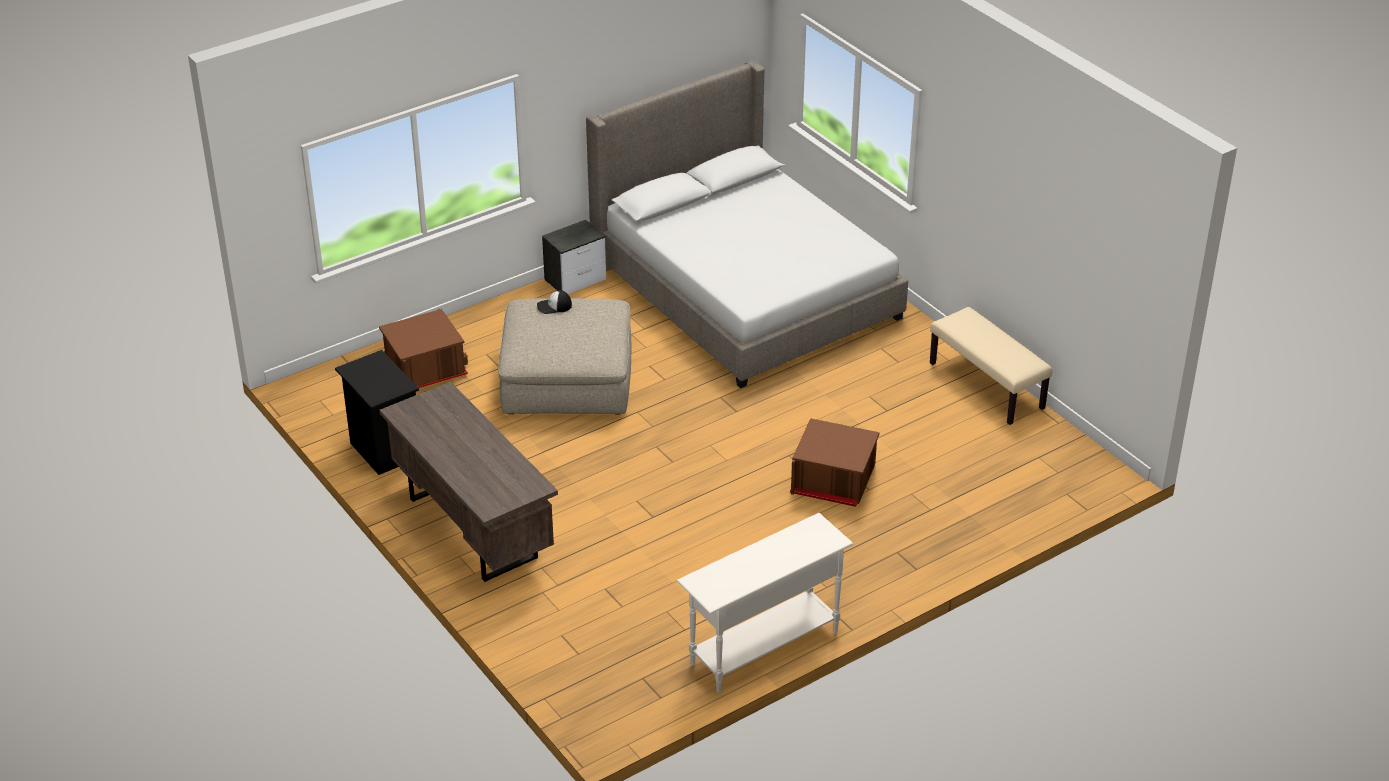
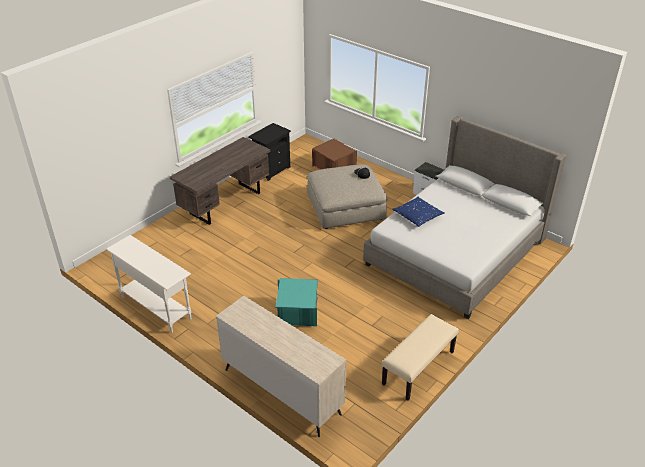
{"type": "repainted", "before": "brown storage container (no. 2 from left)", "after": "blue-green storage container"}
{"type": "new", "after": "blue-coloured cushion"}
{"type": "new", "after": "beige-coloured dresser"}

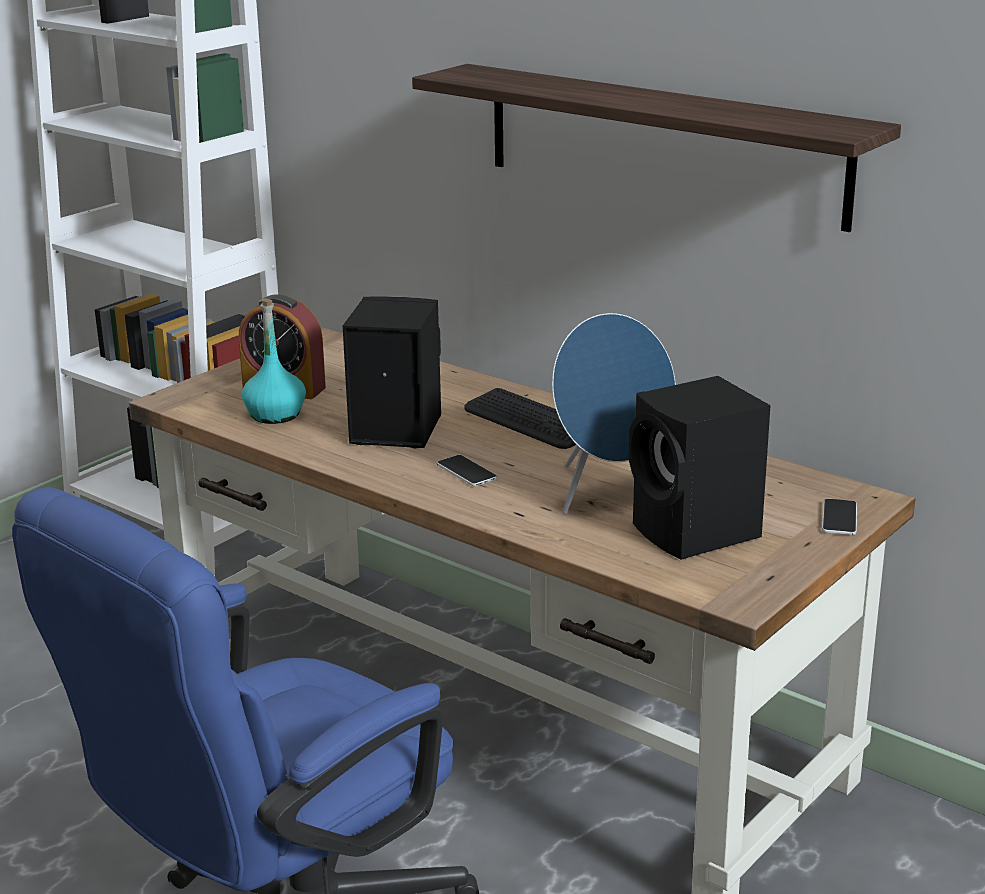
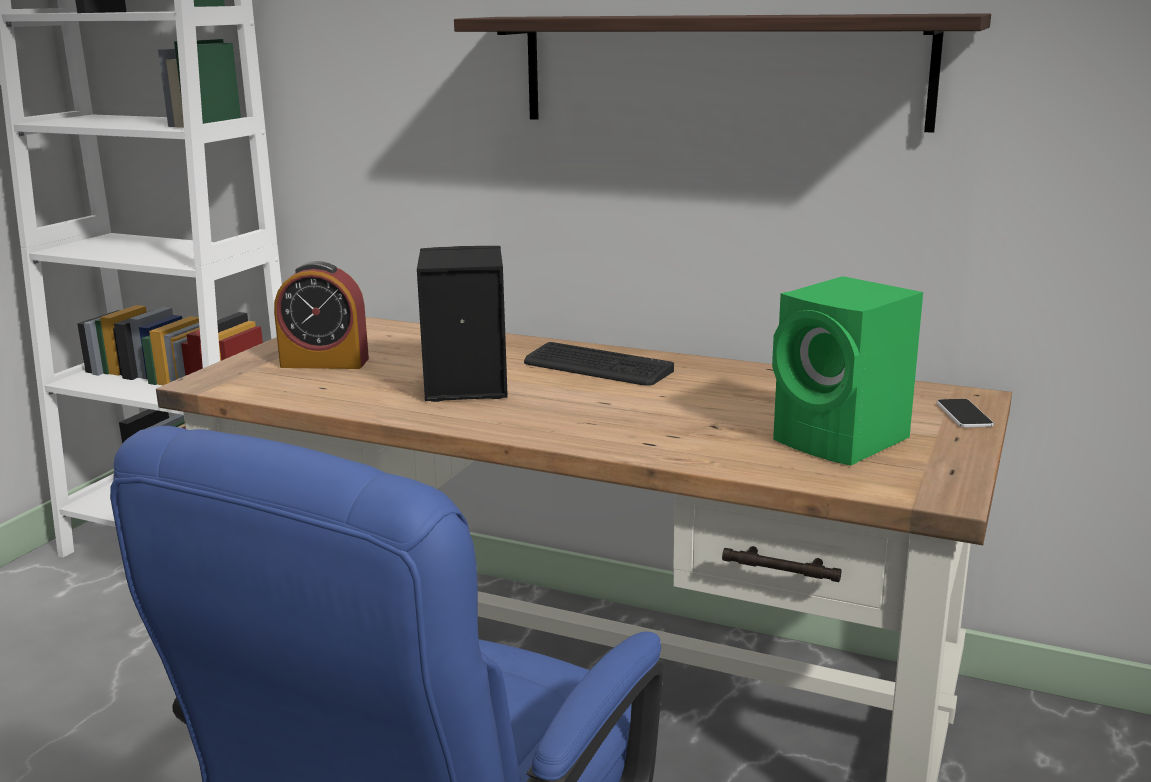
{"type": "gone", "before": "blue-green drink bottle"}
{"type": "gone", "before": "blue-coloured speaker"}
{"type": "repainted", "before": "black speaker (no. 2 from left)", "after": "green speaker"}
{"type": "gone", "before": "phone (no. 1 from left)"}

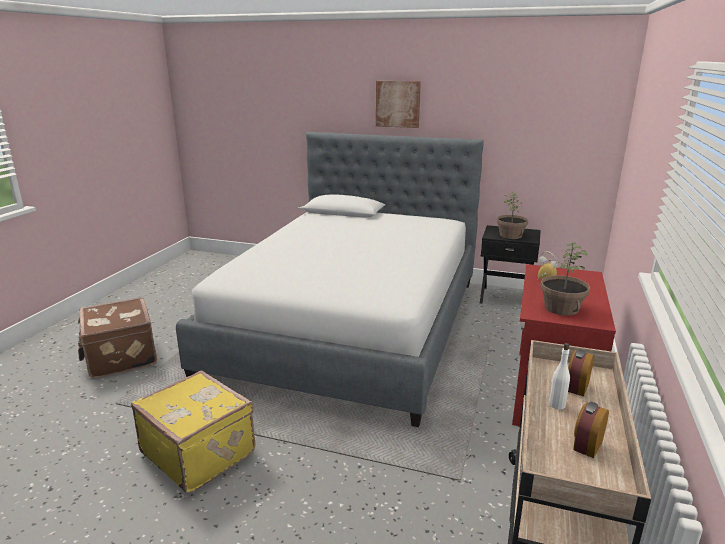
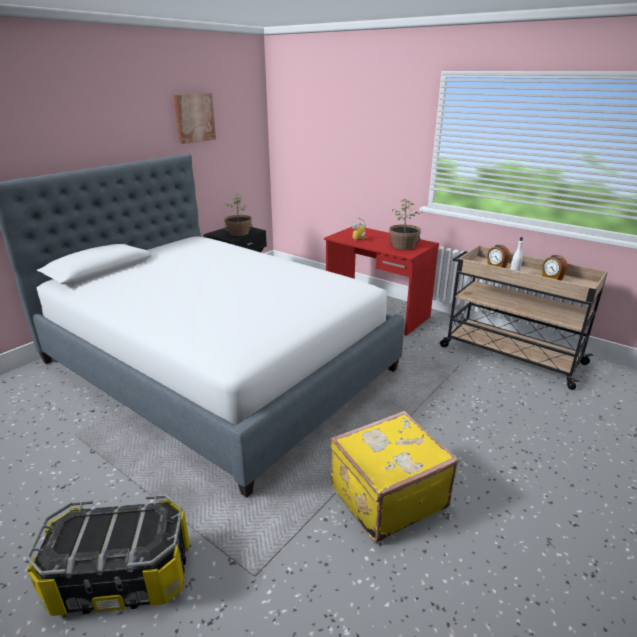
{"type": "shifted", "before": "wall picture"}
{"type": "swapped", "before": "brown travel case", "after": "storage container"}

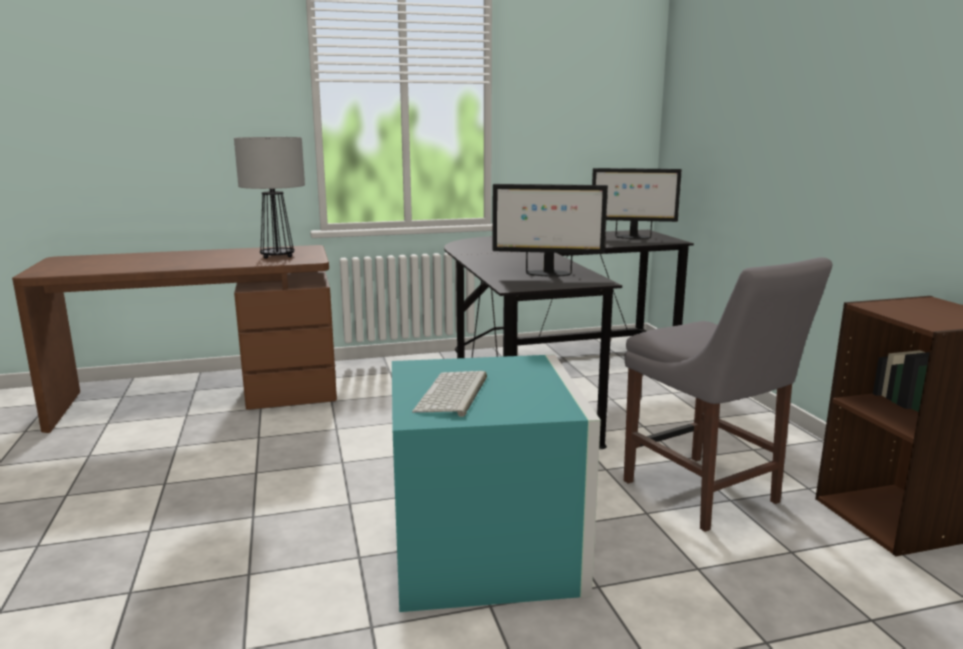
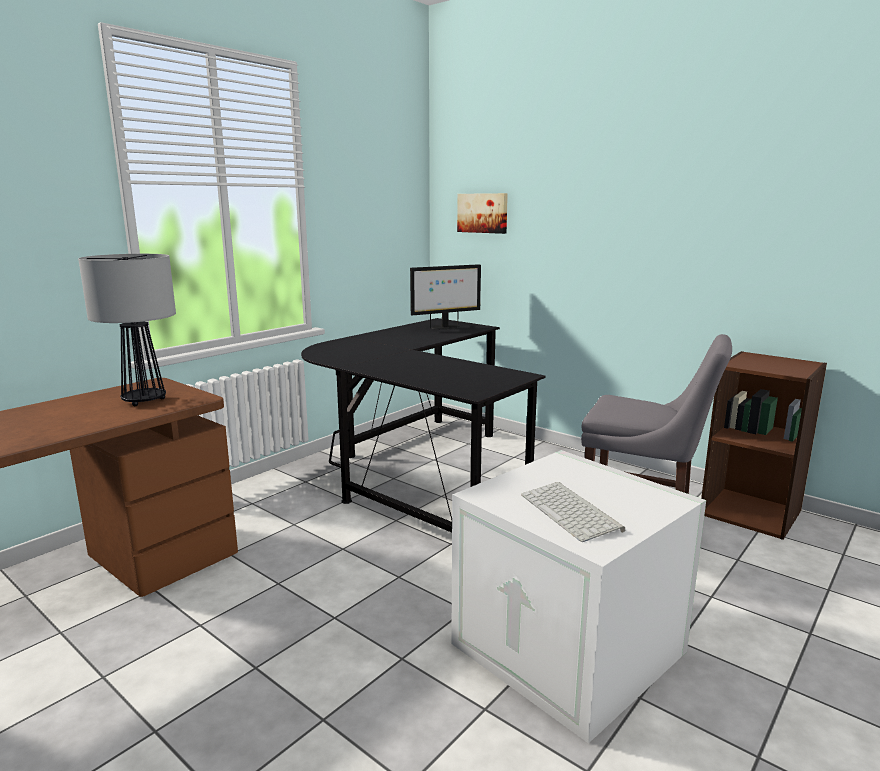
{"type": "gone", "before": "computer display (no. 1 from left)"}
{"type": "repainted", "before": "blue-green storage container", "after": "whitish storage container"}
{"type": "new", "after": "wall picture"}

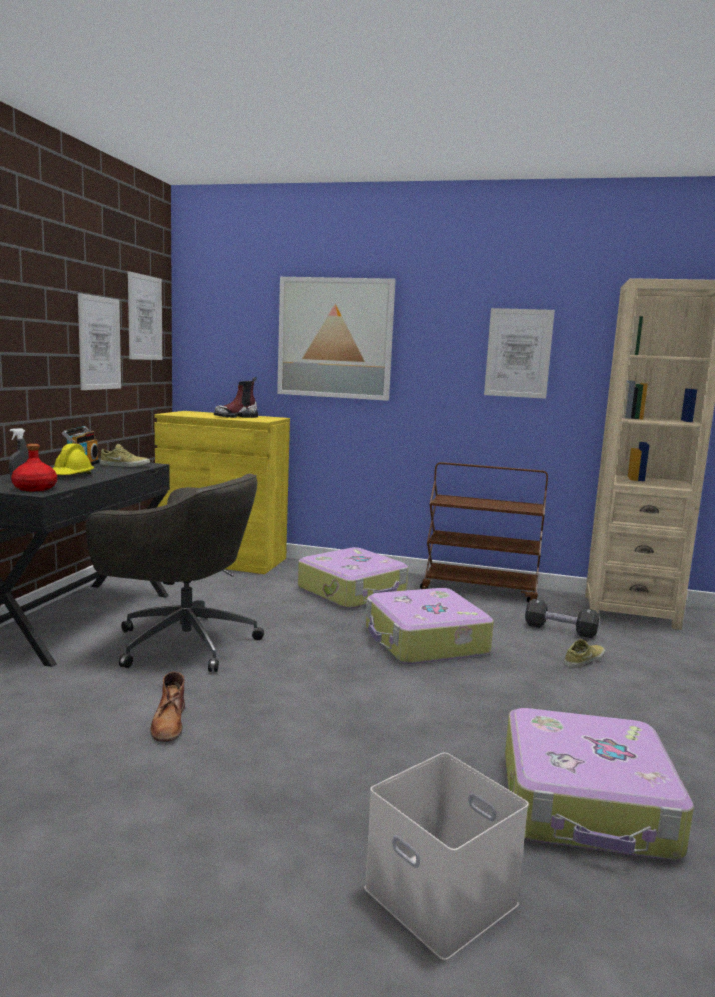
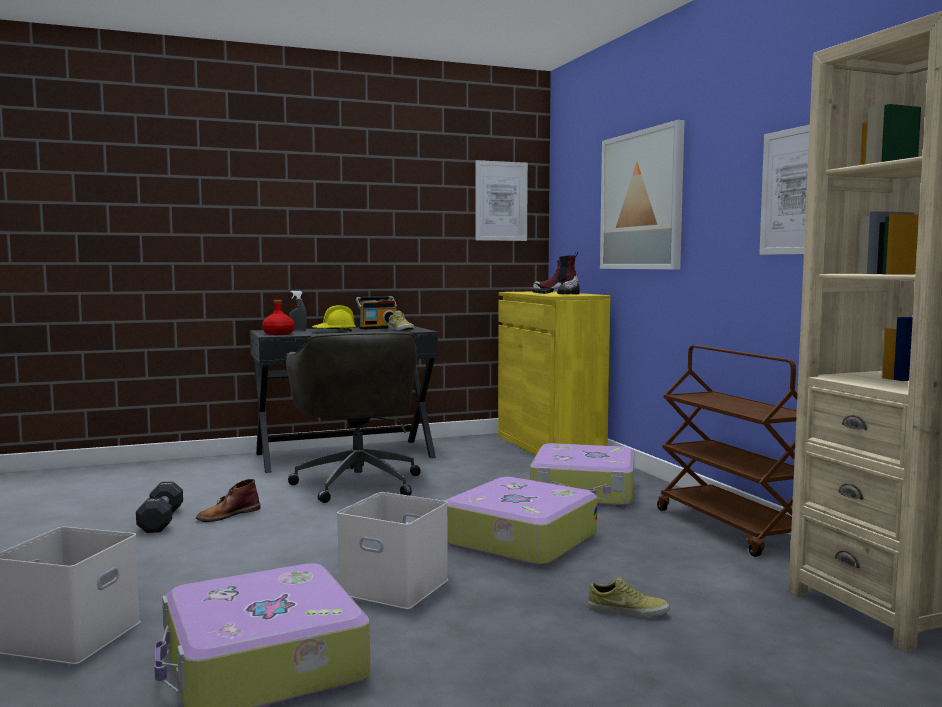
{"type": "gone", "before": "wall picture (no. 1 from left)"}
{"type": "shifted", "before": "black hand weight"}
{"type": "new", "after": "whitish storage container (no. 2 from left)"}

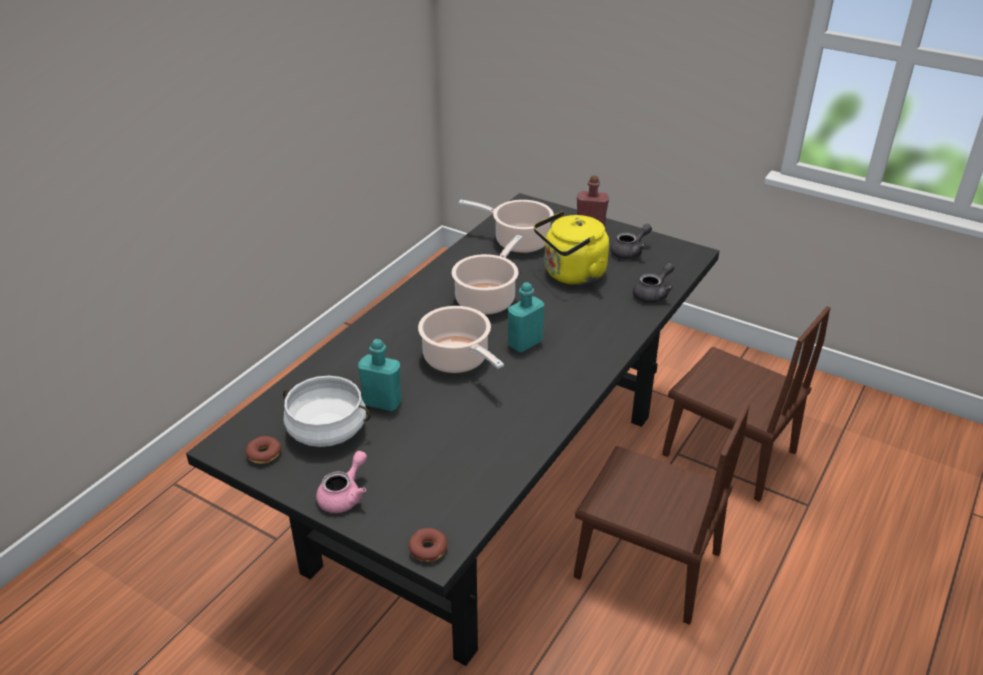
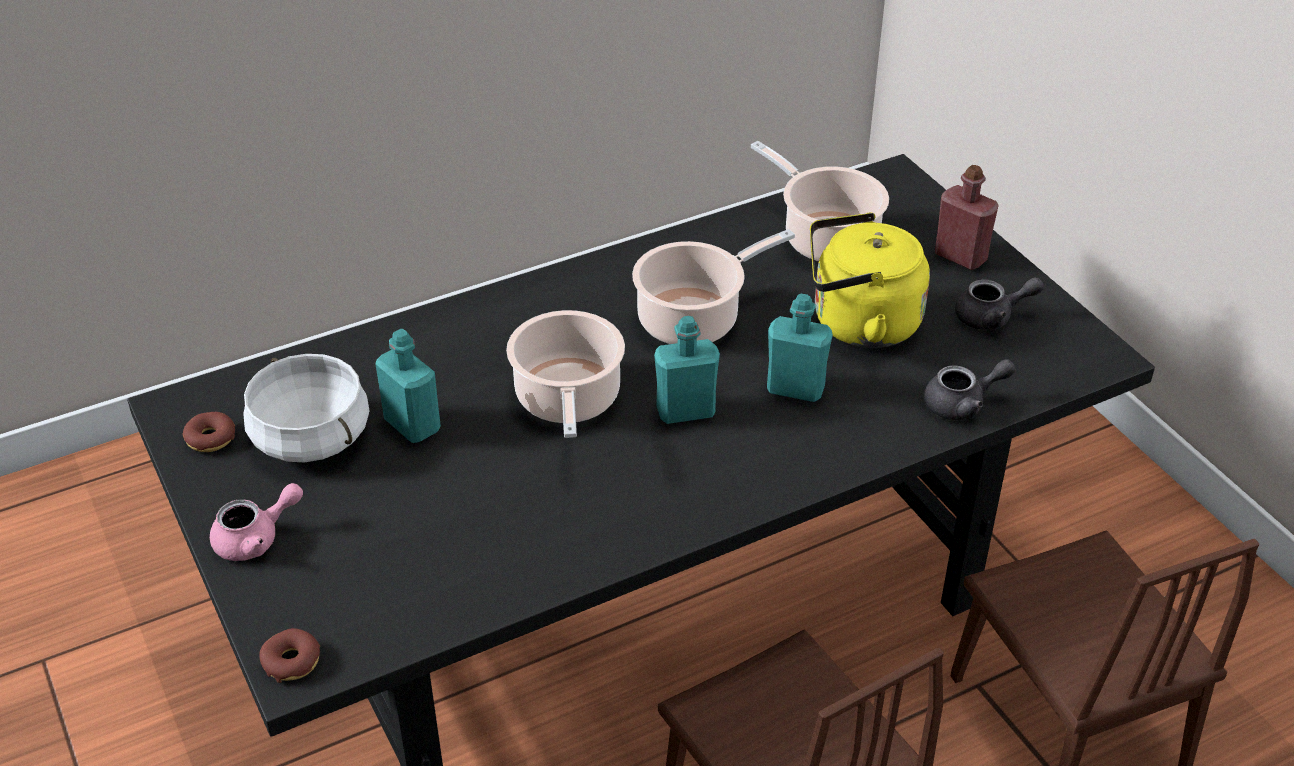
{"type": "new", "after": "blue-green drink bottle (no. 3 from left)"}

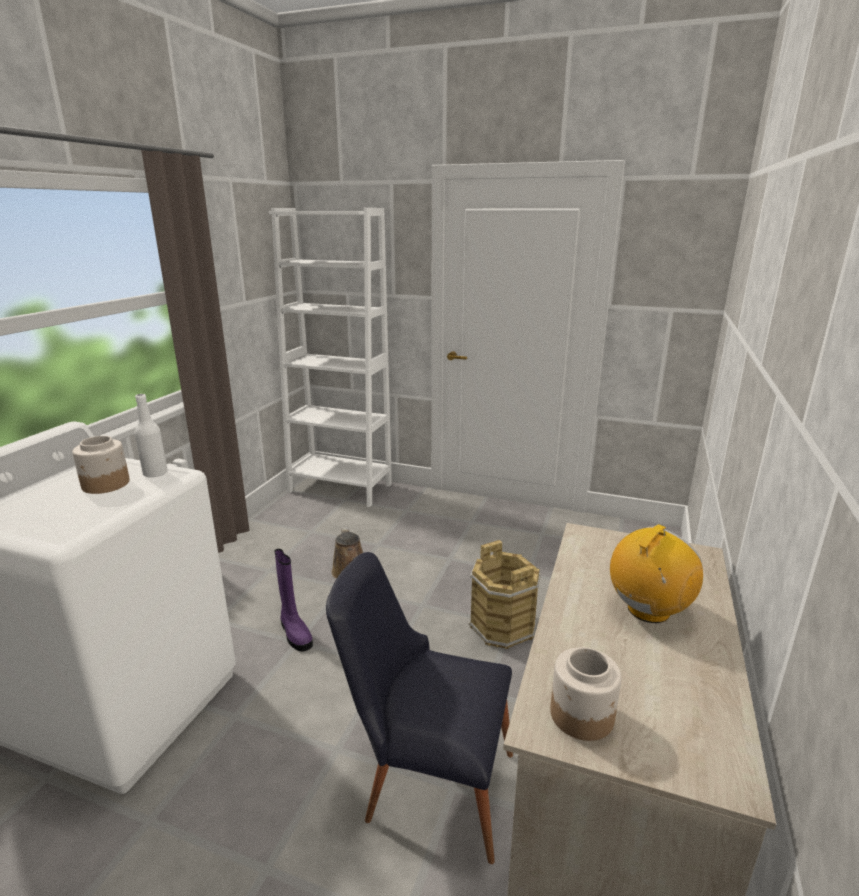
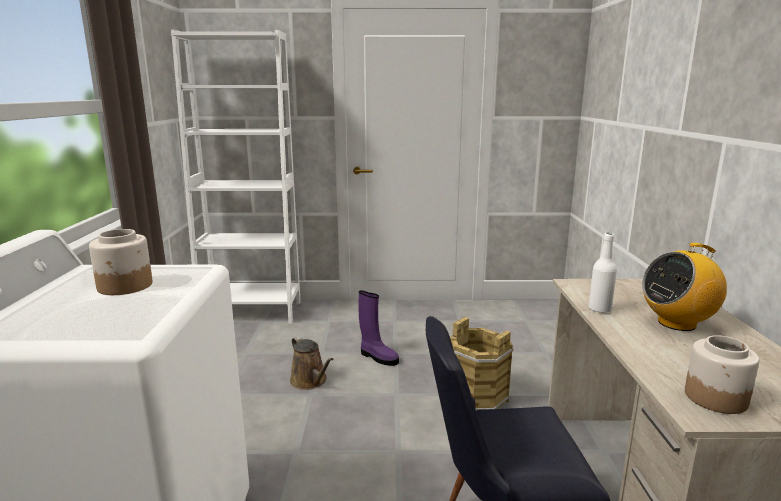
{"type": "shifted", "before": "whitish drink bottle"}
{"type": "rotated", "before": "radio receiver", "turn": -135}
{"type": "shifted", "before": "purple-coloured tall boot"}

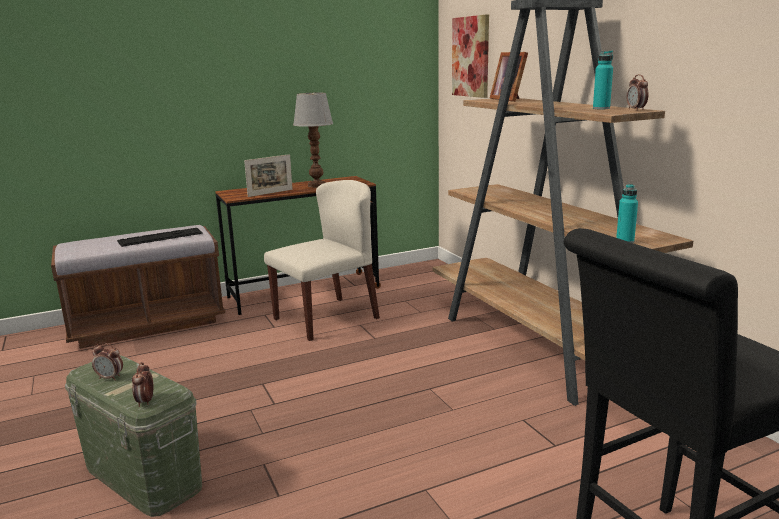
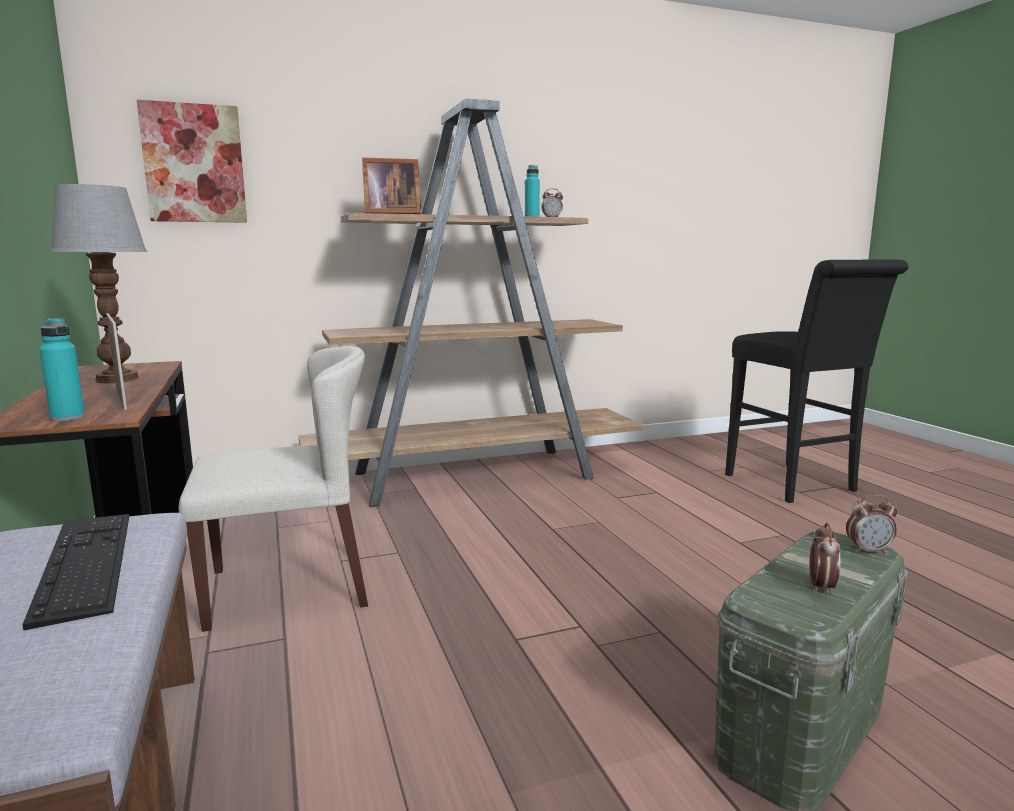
{"type": "rotated", "before": "beige-coloured upright chair", "turn": 105}
{"type": "shifted", "before": "blue-green drink bottle (no. 2 from left in the first image)", "after": "blue-green drink bottle (no. 1 from left)"}

